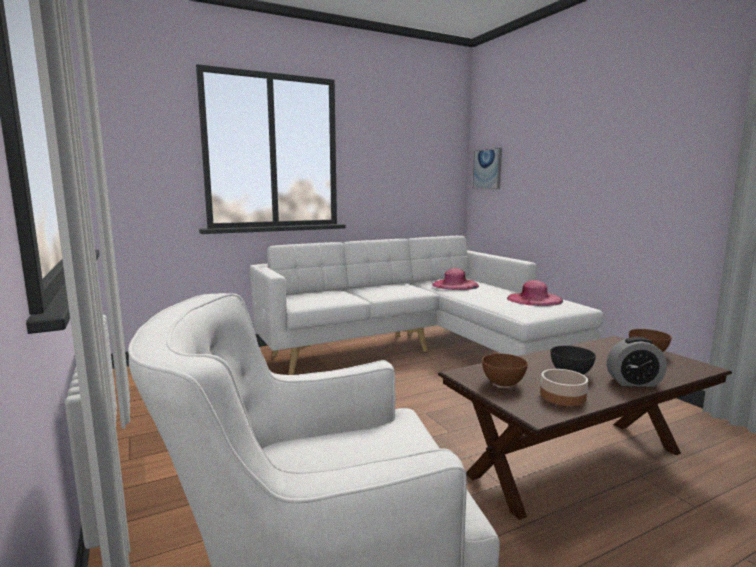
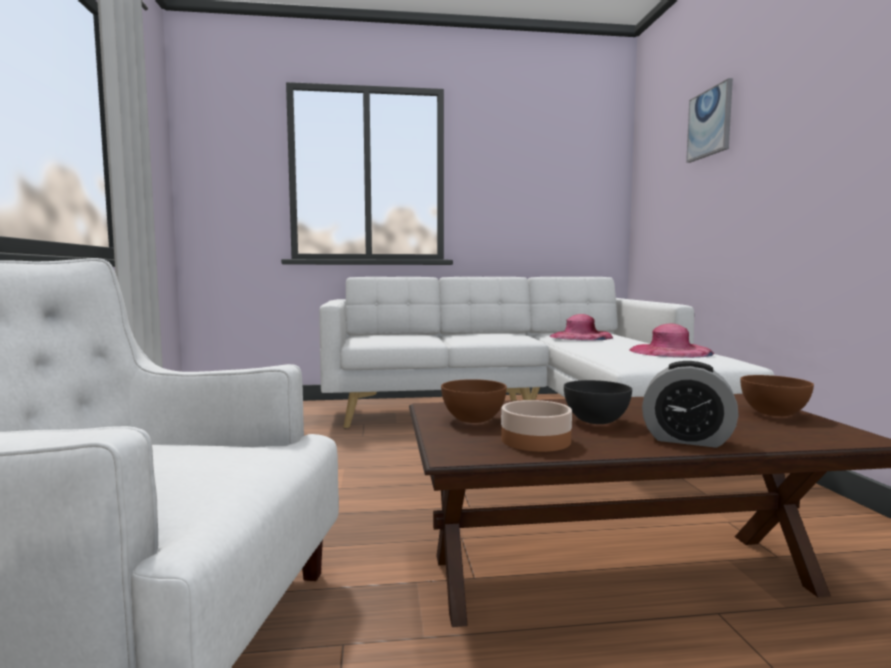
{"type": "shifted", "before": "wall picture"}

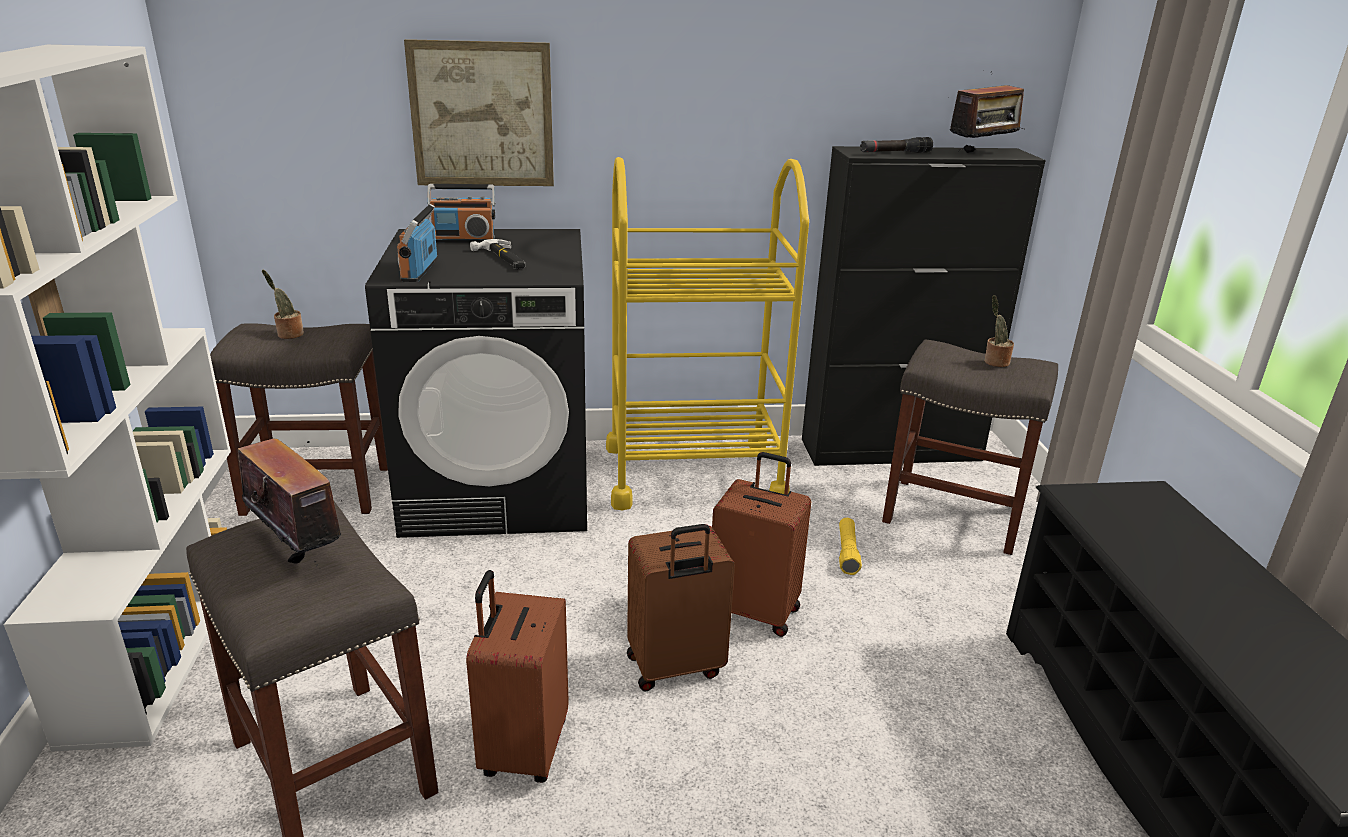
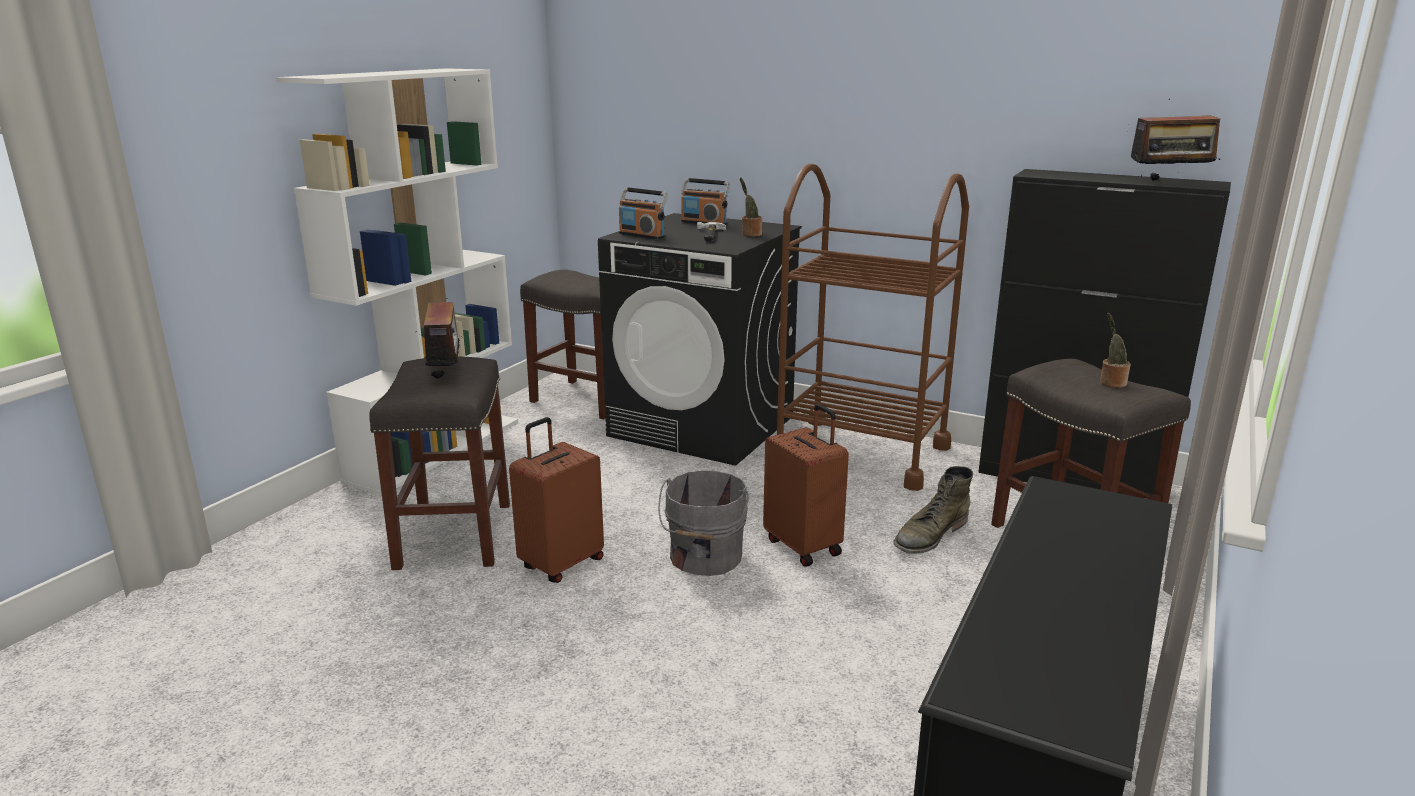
{"type": "gone", "before": "wall picture"}
{"type": "gone", "before": "black hand torch"}
{"type": "repainted", "before": "yellow-coloured cart", "after": "brown cart"}
{"type": "rotated", "before": "radio receiver (no. 2 from left)", "turn": -90}
{"type": "shifted", "before": "houseplant (no. 1 from left)"}
{"type": "swapped", "before": "yellow-coloured hand torch", "after": "green tall boot"}
{"type": "swapped", "before": "brown travel case (no. 2 from left)", "after": "grey pail"}

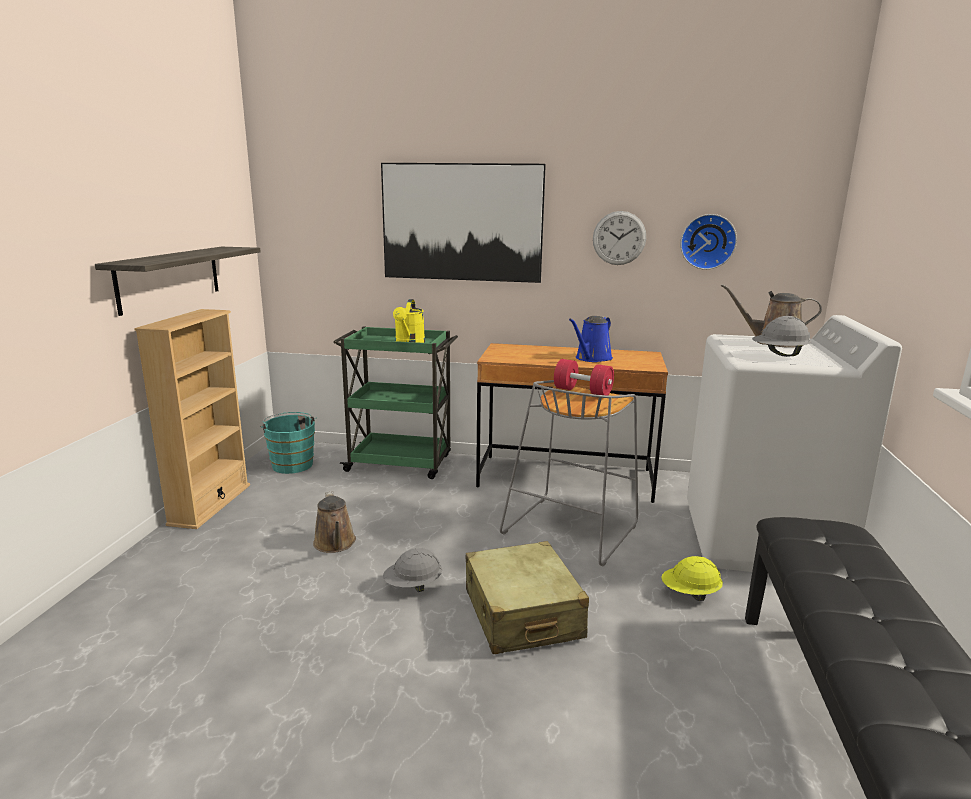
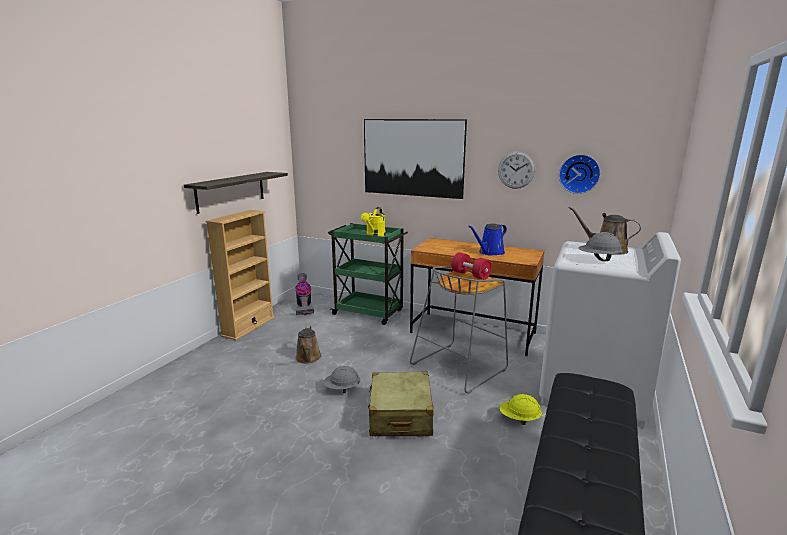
{"type": "swapped", "before": "blue-green pail", "after": "hoover"}

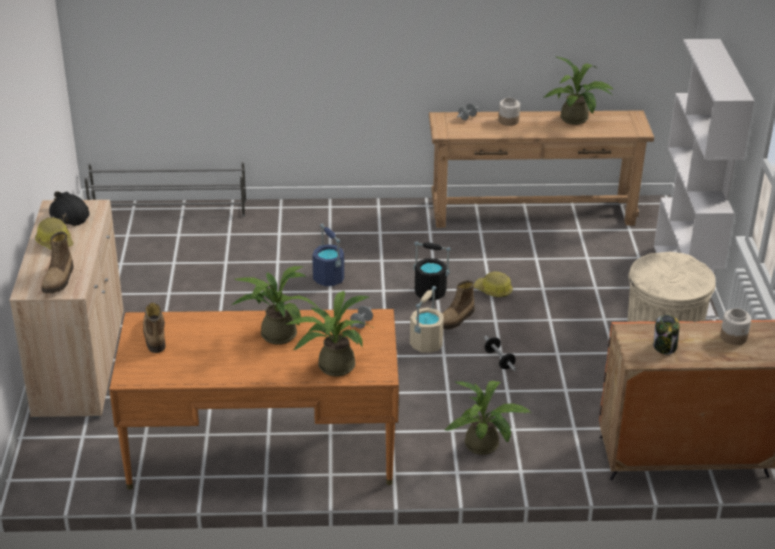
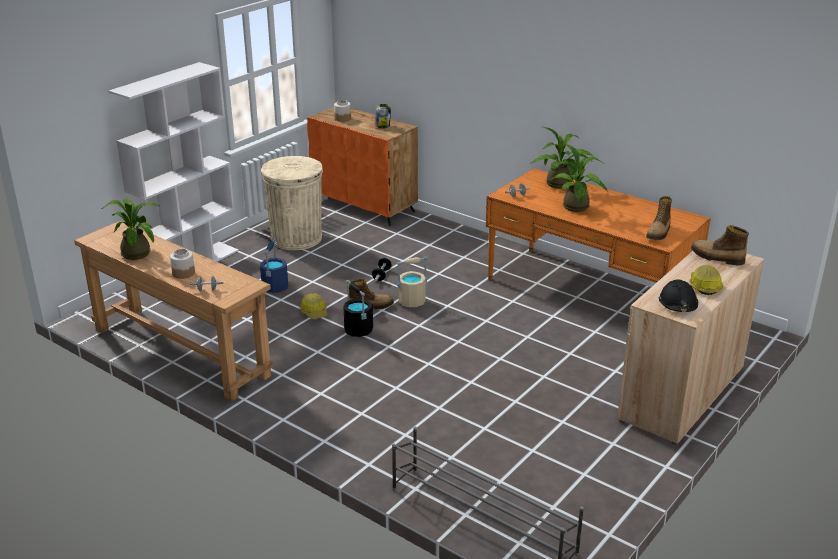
{"type": "shifted", "before": "blue-coloured pail"}
{"type": "rotated", "before": "tall boot (no. 1 from left in the first image)", "turn": -105}
{"type": "gone", "before": "houseplant (no. 3 from left)"}

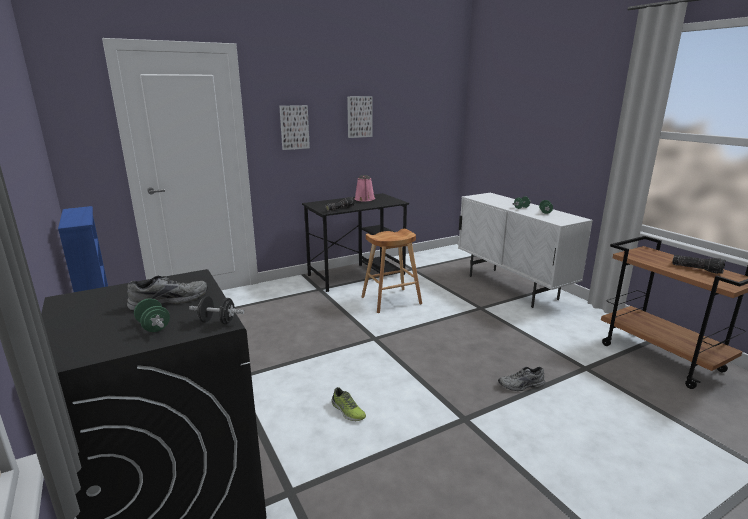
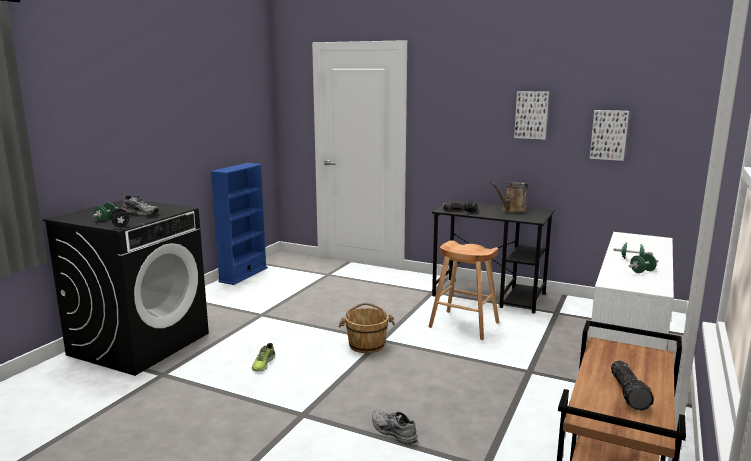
{"type": "shifted", "before": "wall picture (no. 1 from left in the first image)", "after": "wall picture (no. 2 from left)"}
{"type": "repainted", "before": "pink watering can", "after": "brown watering can"}
{"type": "new", "after": "brown pail"}

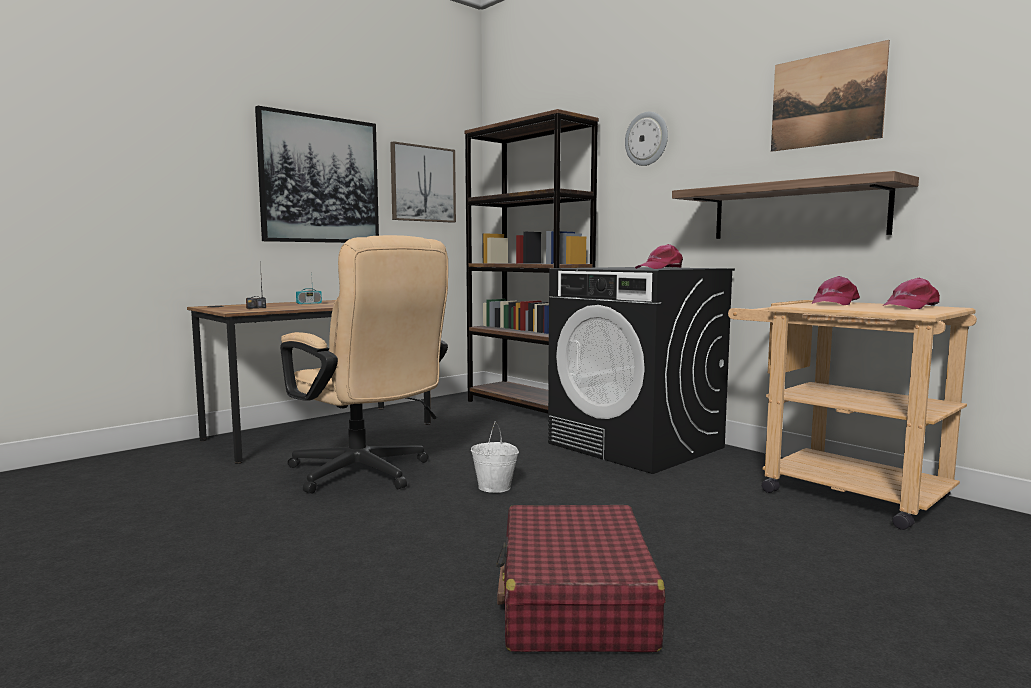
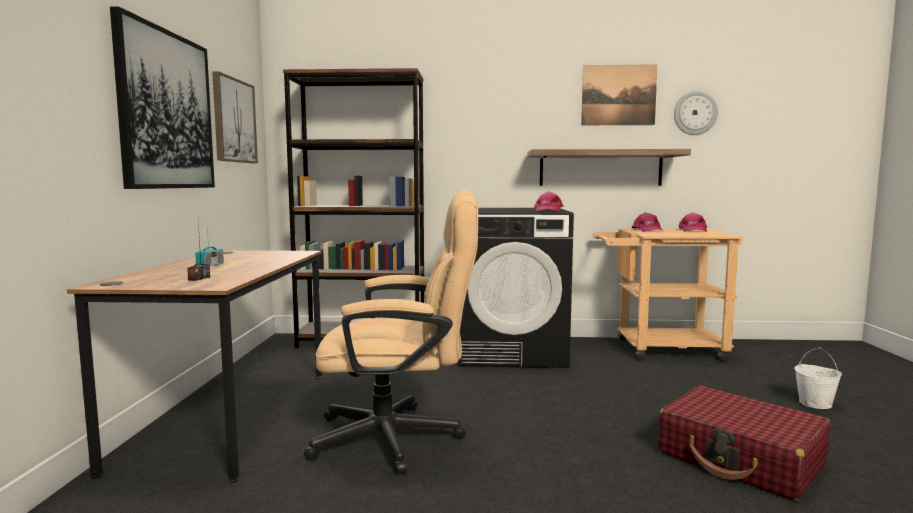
{"type": "shifted", "before": "wall clock"}
{"type": "shifted", "before": "whitish pail"}

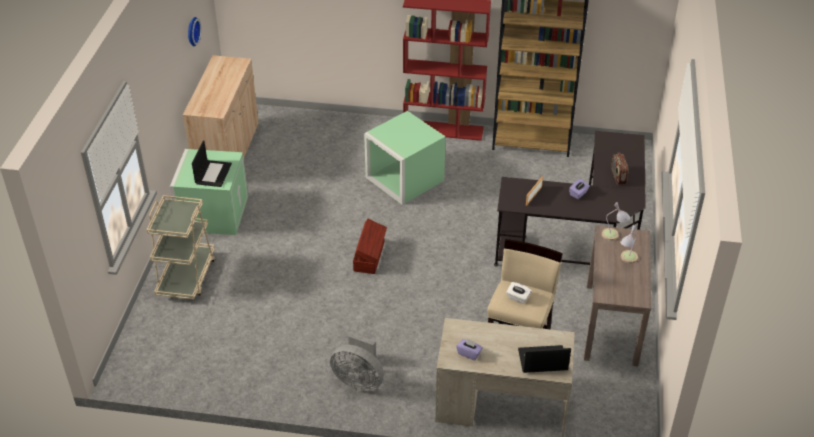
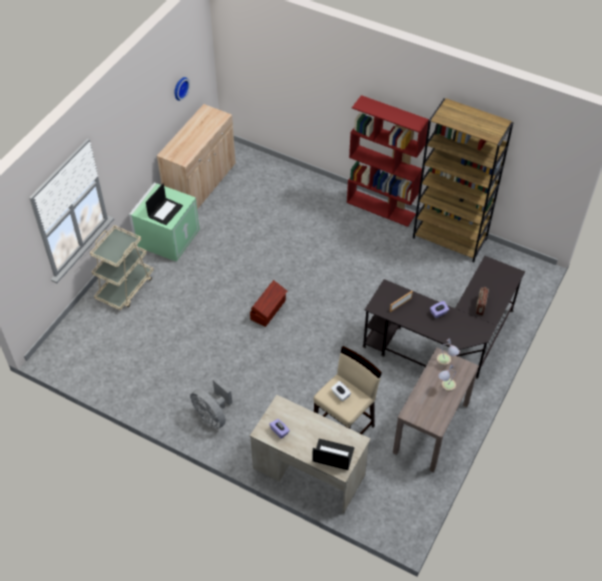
{"type": "gone", "before": "green storage container (no. 2 from left)"}

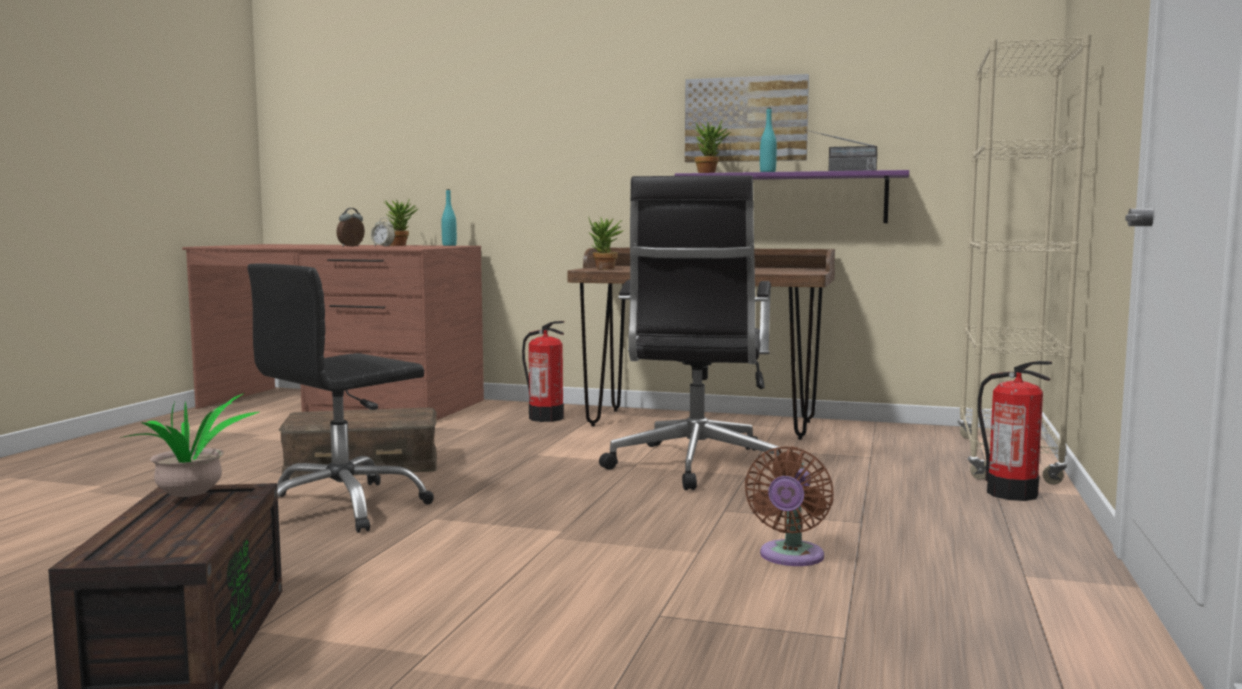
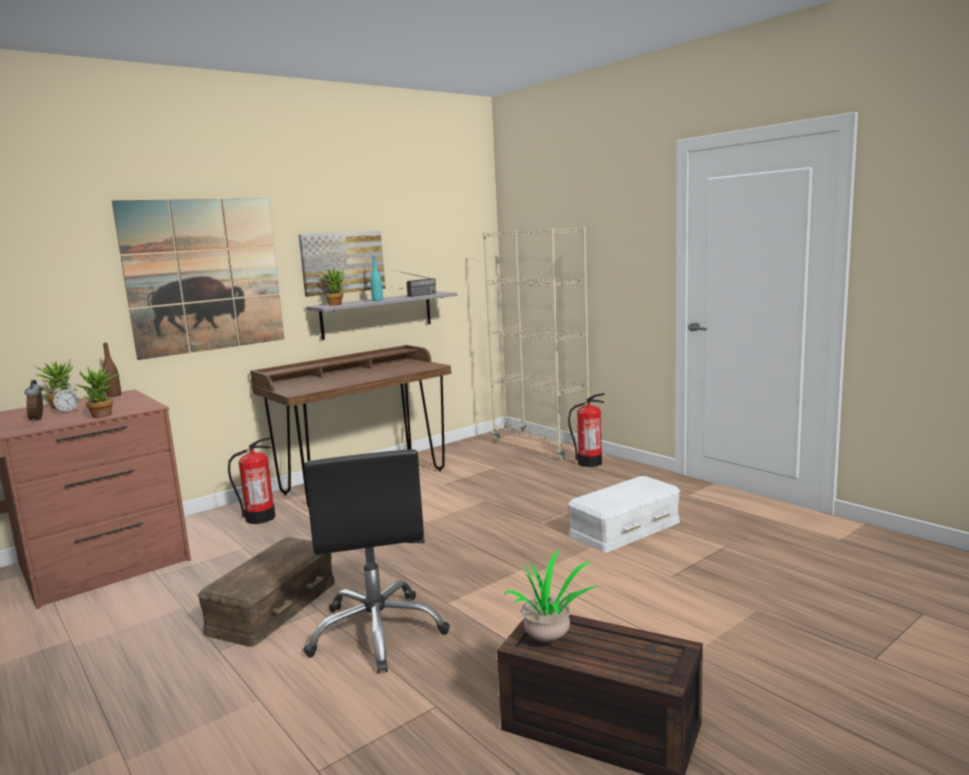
{"type": "repainted", "before": "purple-coloured wall shelf", "after": "grey wall shelf"}
{"type": "gone", "before": "black computer chair (no. 2 from left)"}
{"type": "repainted", "before": "blue-green drink bottle (no. 1 from left)", "after": "brown drink bottle"}
{"type": "shifted", "before": "houseplant (no. 3 from left in the first image)", "after": "houseplant (no. 2 from left)"}
{"type": "swapped", "before": "brown fan", "after": "whitish storage container"}
{"type": "new", "after": "wall picture (no. 1 from left)"}

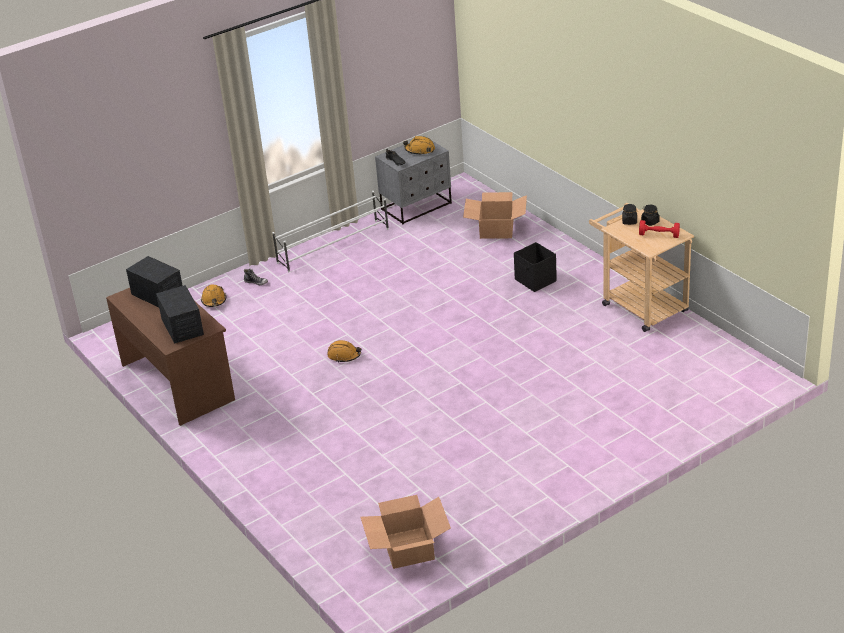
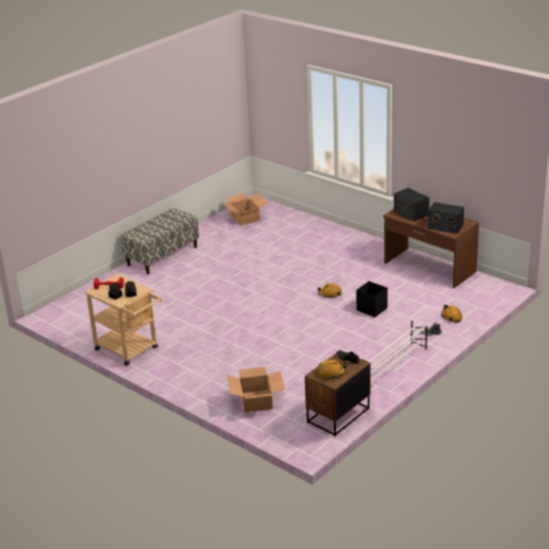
{"type": "repainted", "before": "grey bedside table", "after": "brown bedside table"}
{"type": "shifted", "before": "black storage container"}
{"type": "new", "after": "indoor bench"}

